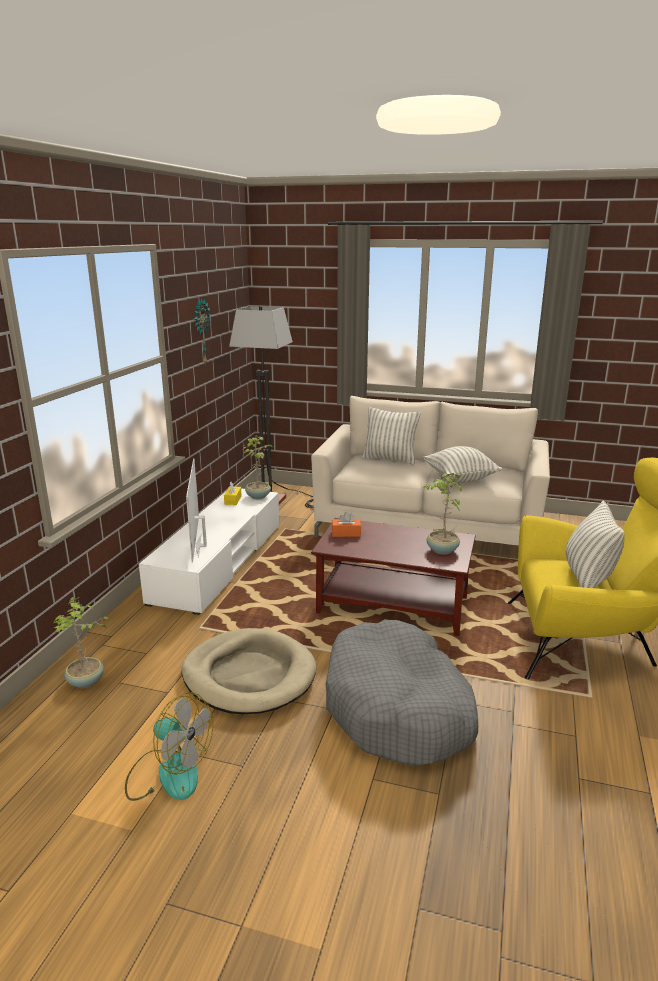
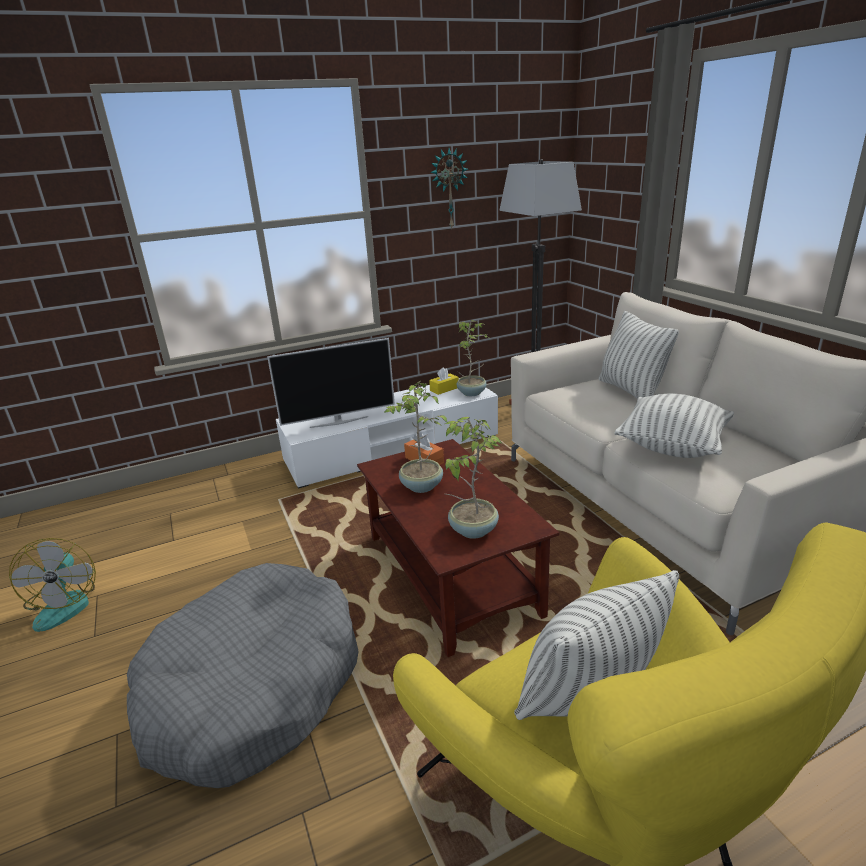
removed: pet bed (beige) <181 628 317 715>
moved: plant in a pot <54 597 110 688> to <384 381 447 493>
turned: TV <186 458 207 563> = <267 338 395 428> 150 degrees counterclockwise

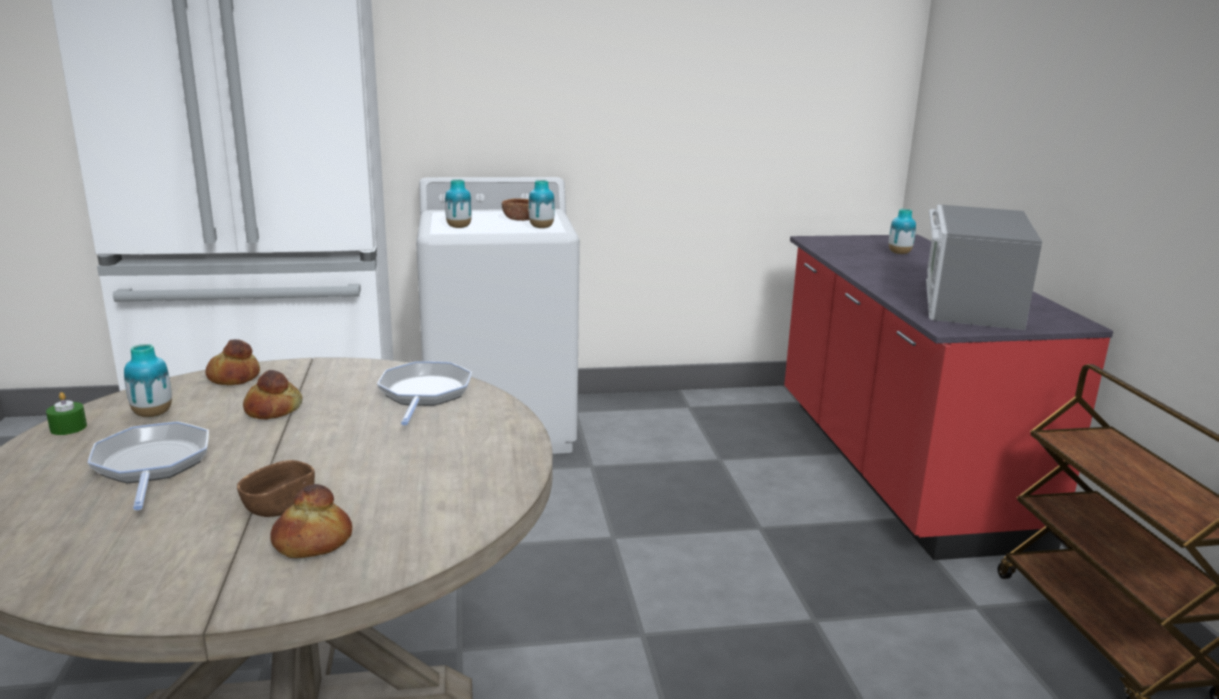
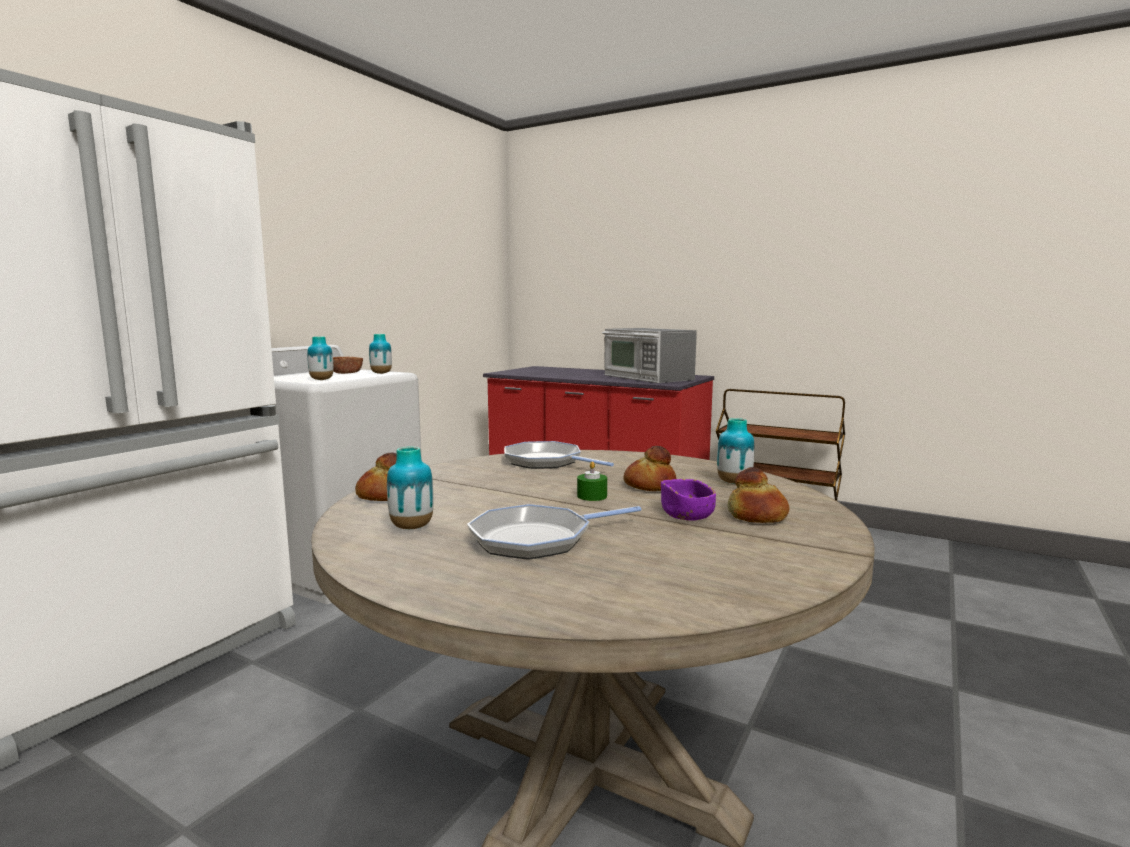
moved: wax candle (green) <46 392 87 435> to <577 461 607 501>; bakery bread <243 370 302 420> to <624 446 676 491>; decorative vase <889 209 916 254> to <717 418 754 484>
recoloured: serving bowl (brown) <237 460 315 517> to serving bowl (purplish) <661 479 716 521>
turned: skillet <87 421 209 510> = <467 504 642 560> 45 degrees counterclockwise

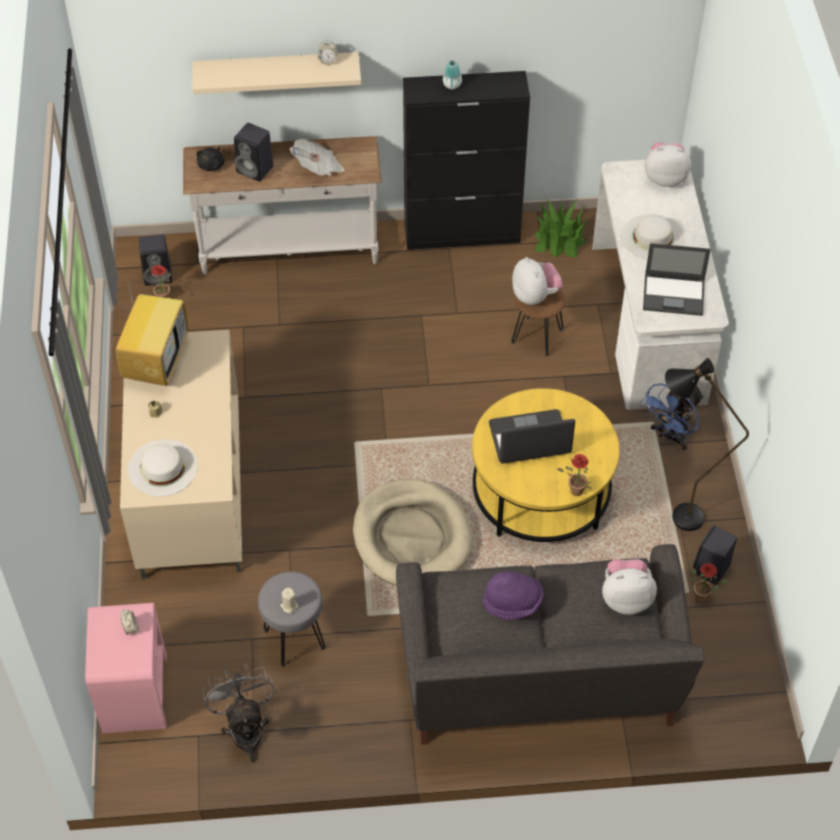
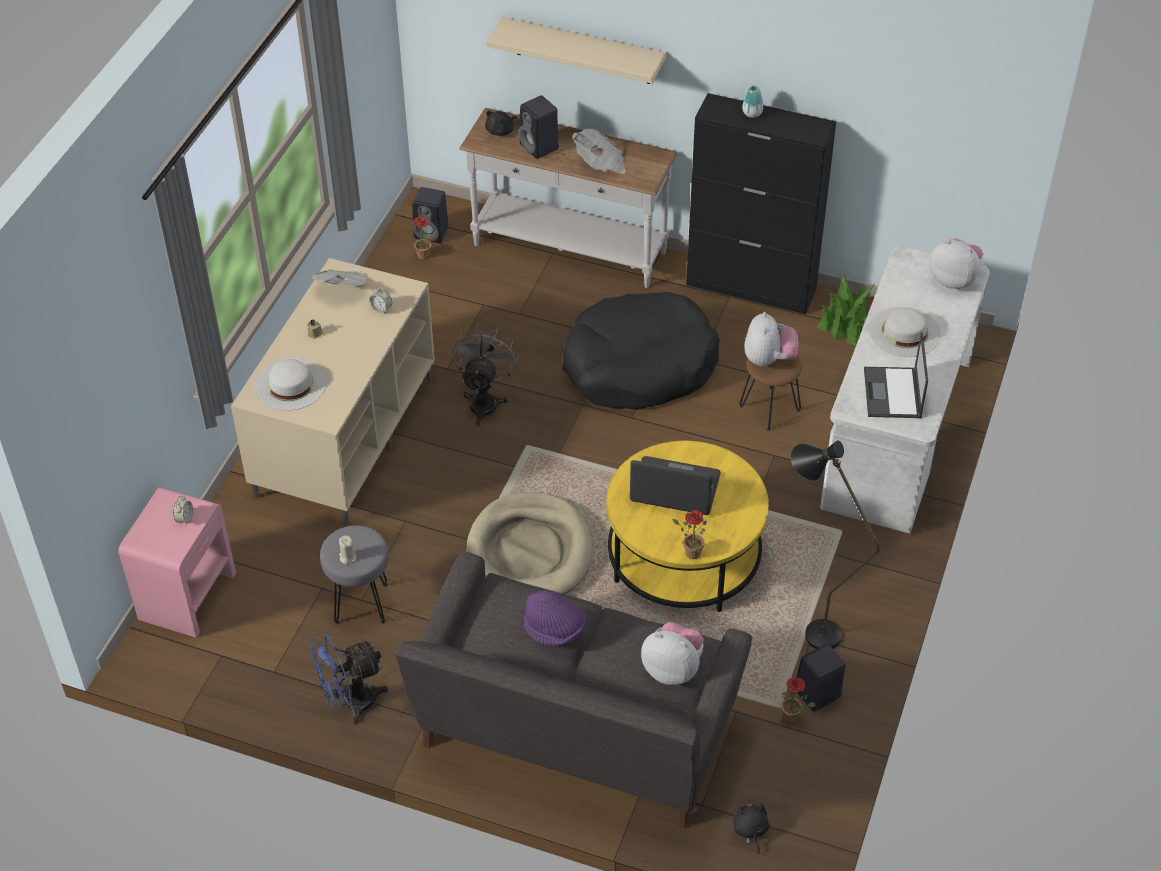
added: pet bed (black) <562 292 720 410>; cuddly toy (black) <734 799 770 854>
moved: electric fan (greyish) <202 664 274 762> to <452 325 519 426>; table clock <318 40 338 65> to <369 287 392 314>; electric fan (bluish) <640 383 704 450> to <309 634 388 724>
replaced: TV <116 272 189 386> to daily paper <311 270 369 286>
turned: portable computer <643 243 711 316> = <864 332 928 418> 60 degrees clockwise

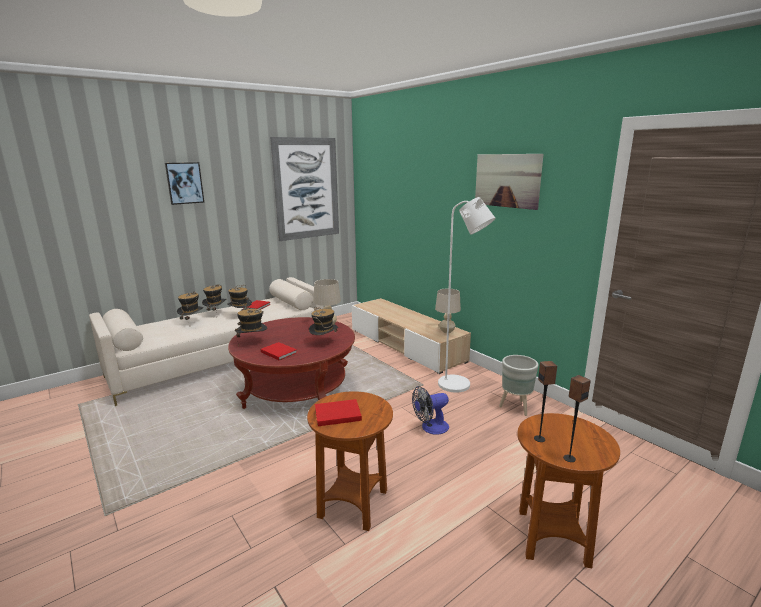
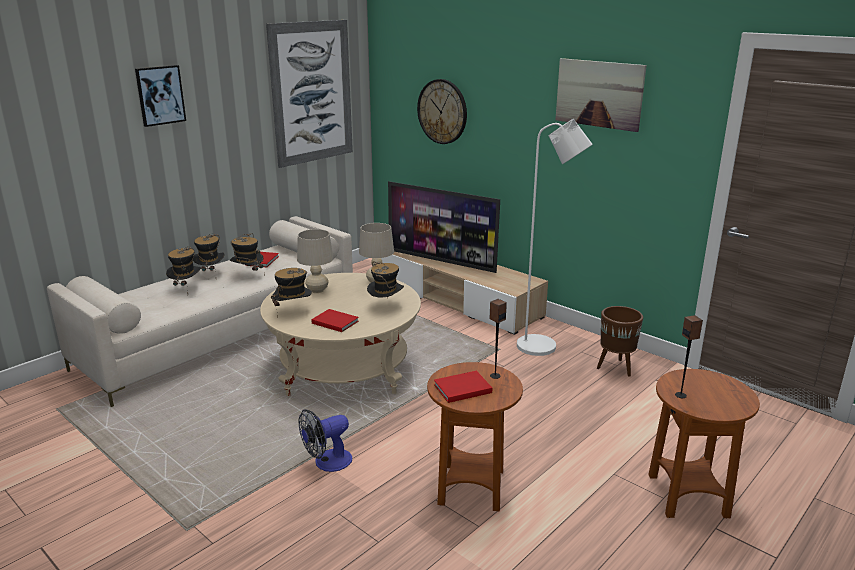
added: TV <388 181 500 273>; clock on the wall <417 79 467 144>
moved: electric fan <412 386 449 435> to <299 409 352 472>; table lamp (beige) <435 289 461 333> to <297 229 334 293>; speaker <563 375 591 462> to <490 299 507 379>
recoloured: low table (red-coloured) <228 317 355 409> to low table (beige) <260 273 421 396>; planter (greyish) <499 355 538 416> to planter (brown) <597 306 643 377>

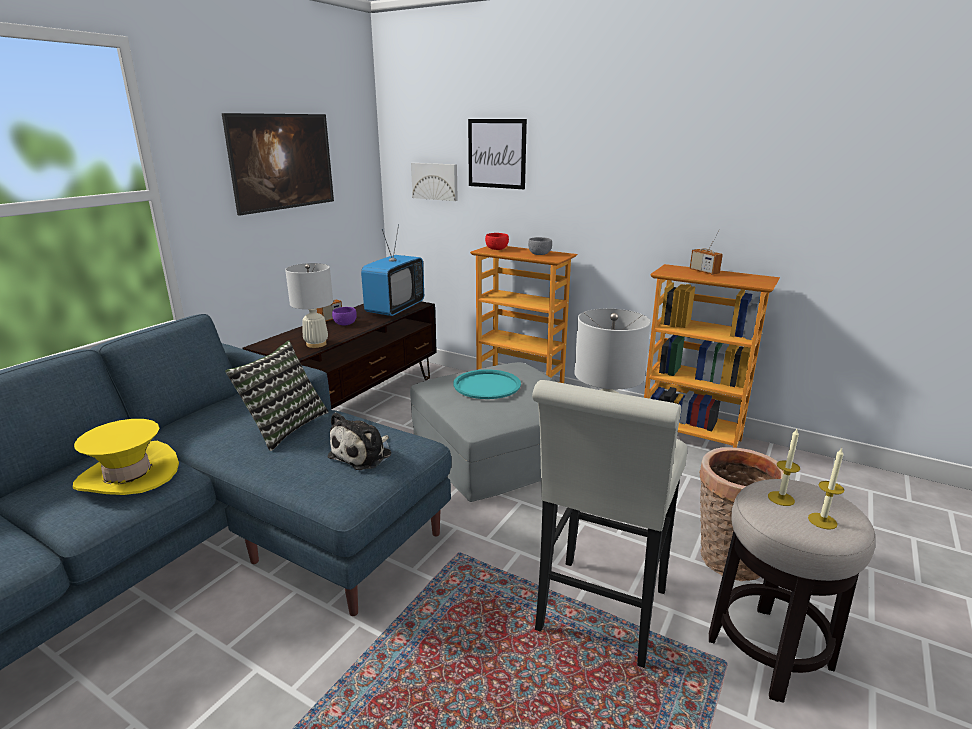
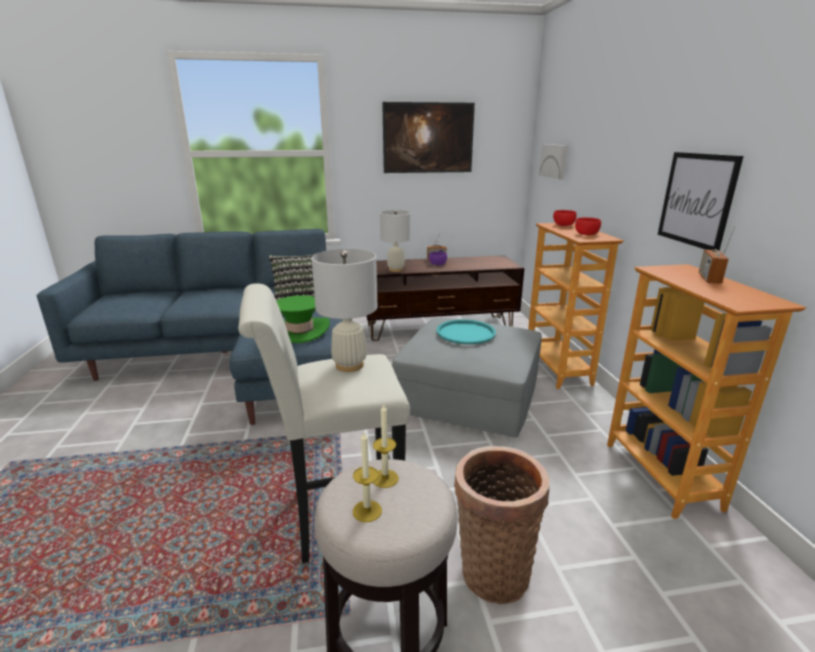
removed: clothing hat (yellow-coloured) <73 419 179 495>; TV <361 225 424 316>
moved: wall picture <468 119 527 189> to <658 152 743 250>
replaced: cuddly toy <327 412 391 470> to clothing hat (green) <277 295 330 343>
recoloured: serving bowl (greyish) <528 237 552 255> to serving bowl (red-coloured) <575 218 601 235>

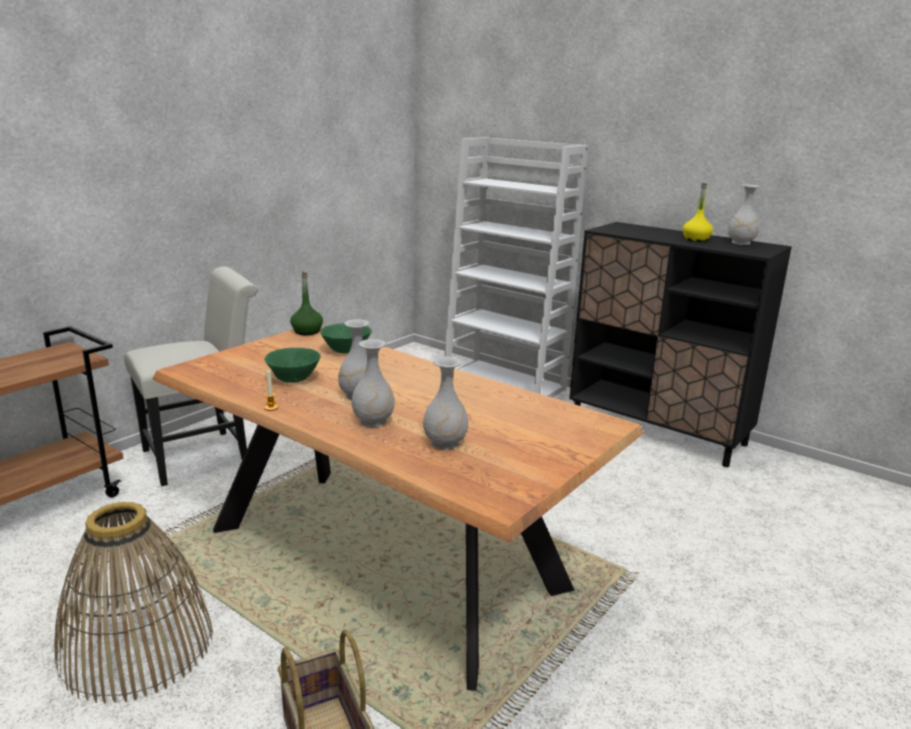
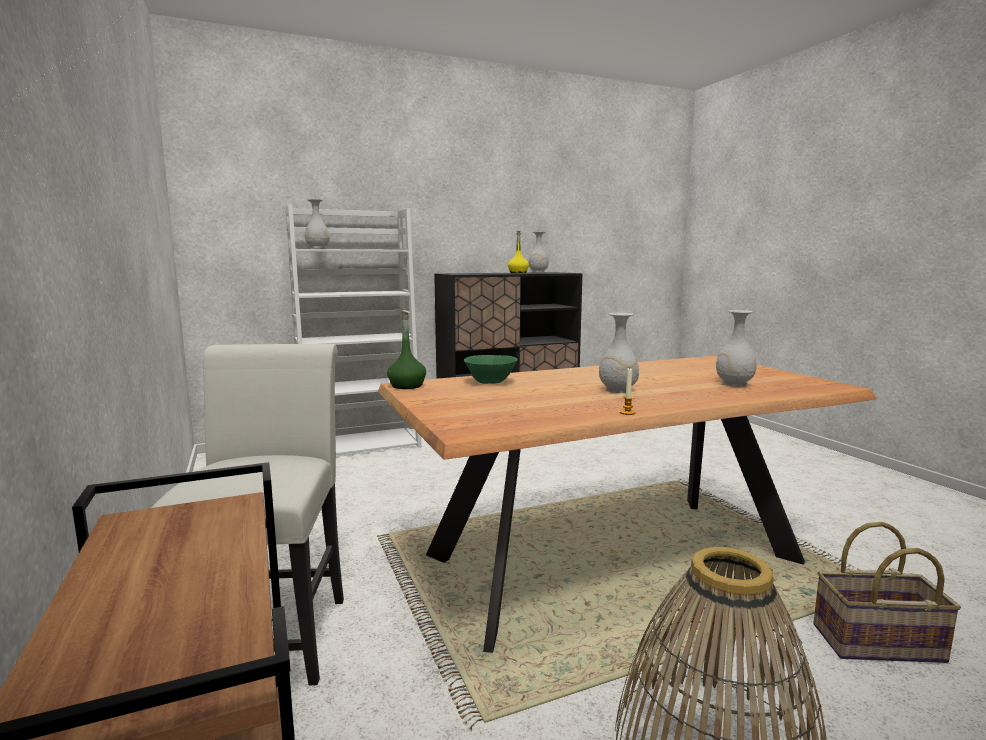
removed: serving bowl (green) <265 348 321 383>
moved: decorative vase (whitish) <352 339 395 427> to <305 199 330 249>

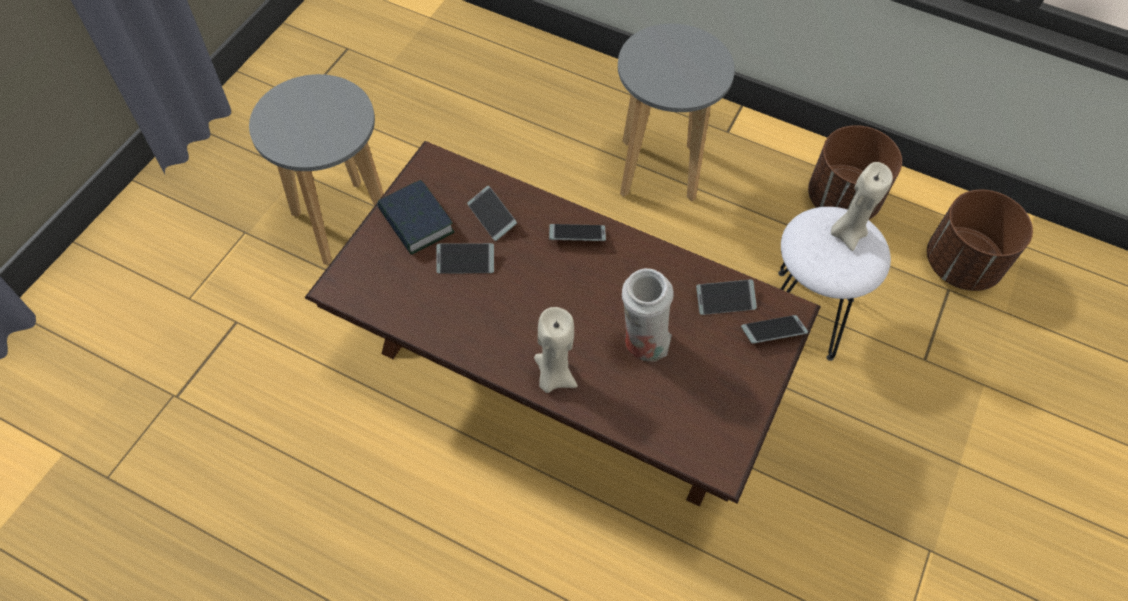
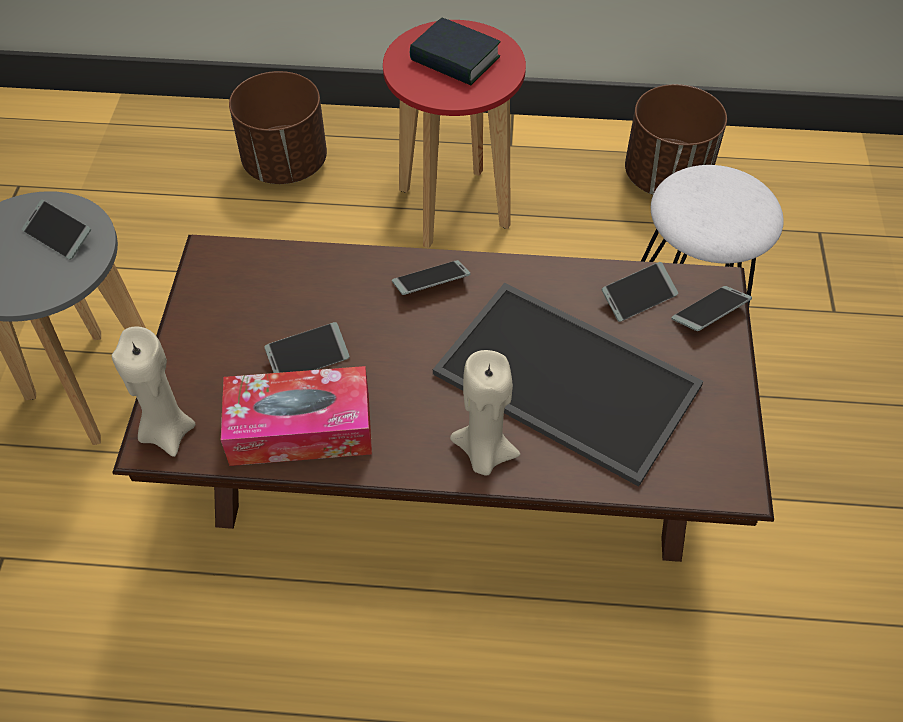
added: tissue holder <221 366 372 466>
moved: book <377 180 454 255> to <410 18 500 85>; phone <467 186 517 241> to <22 200 91 260>; wax candle (beige) <831 162 893 251> to <112 326 196 457>; planter (brown) <927 189 1033 291> to <229 71 327 184>
replaced: decorative vase (whitish) <622 268 674 362> to carrying tray <433 283 703 487>
recoloured: stool (greyish) <618 24 735 201> to stool (red-coloured) <383 20 526 248>

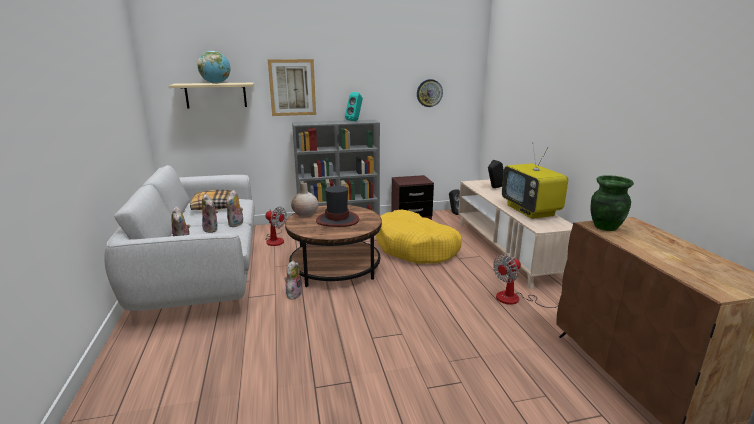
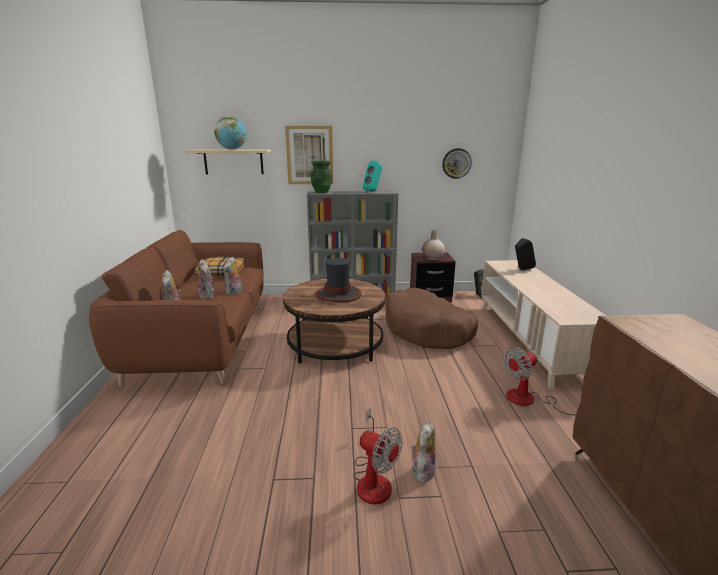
removed: TV <502 142 568 219>
moved: electric fan <265 207 287 246> to <353 408 403 504>; cuddly toy <284 260 302 300> to <411 423 436 483>; decorative vase (beige) <291 182 319 217> to <422 230 445 260>; decorative vase (green) <591 175 634 231> to <311 161 332 193>
recoloured: settee (greyish) <104 165 255 324> to settee (brown) <89 230 264 387>; pet bed (yellow-coloured) <376 210 462 264> to pet bed (brown) <385 288 478 349>

